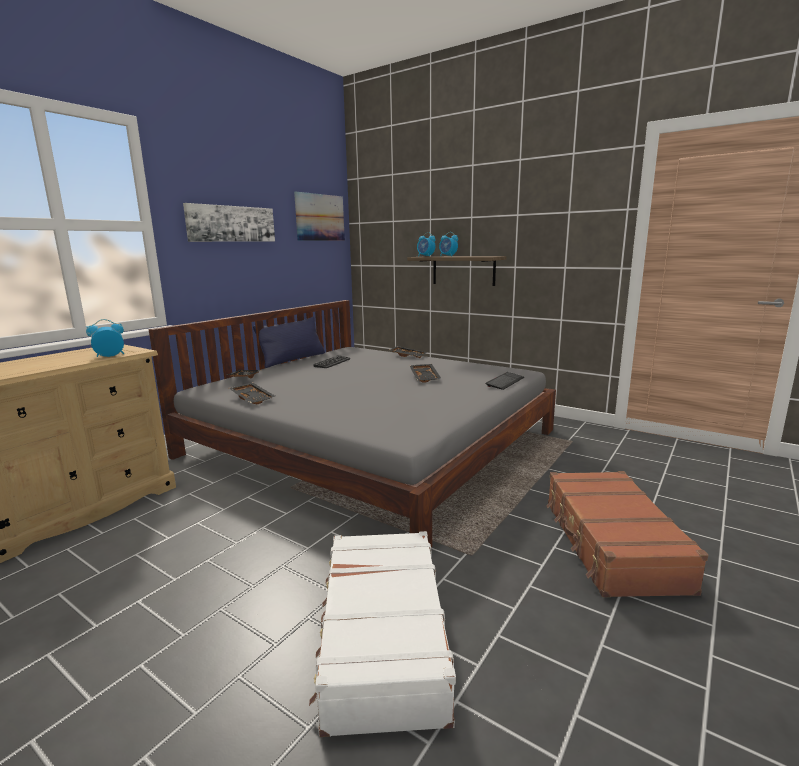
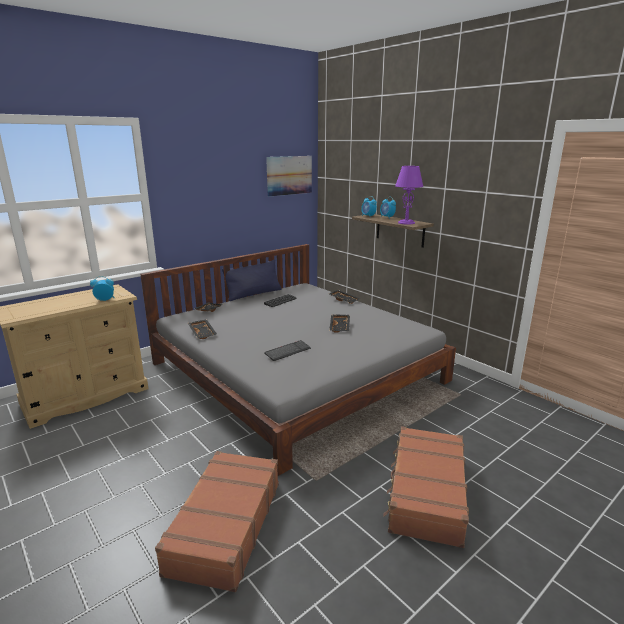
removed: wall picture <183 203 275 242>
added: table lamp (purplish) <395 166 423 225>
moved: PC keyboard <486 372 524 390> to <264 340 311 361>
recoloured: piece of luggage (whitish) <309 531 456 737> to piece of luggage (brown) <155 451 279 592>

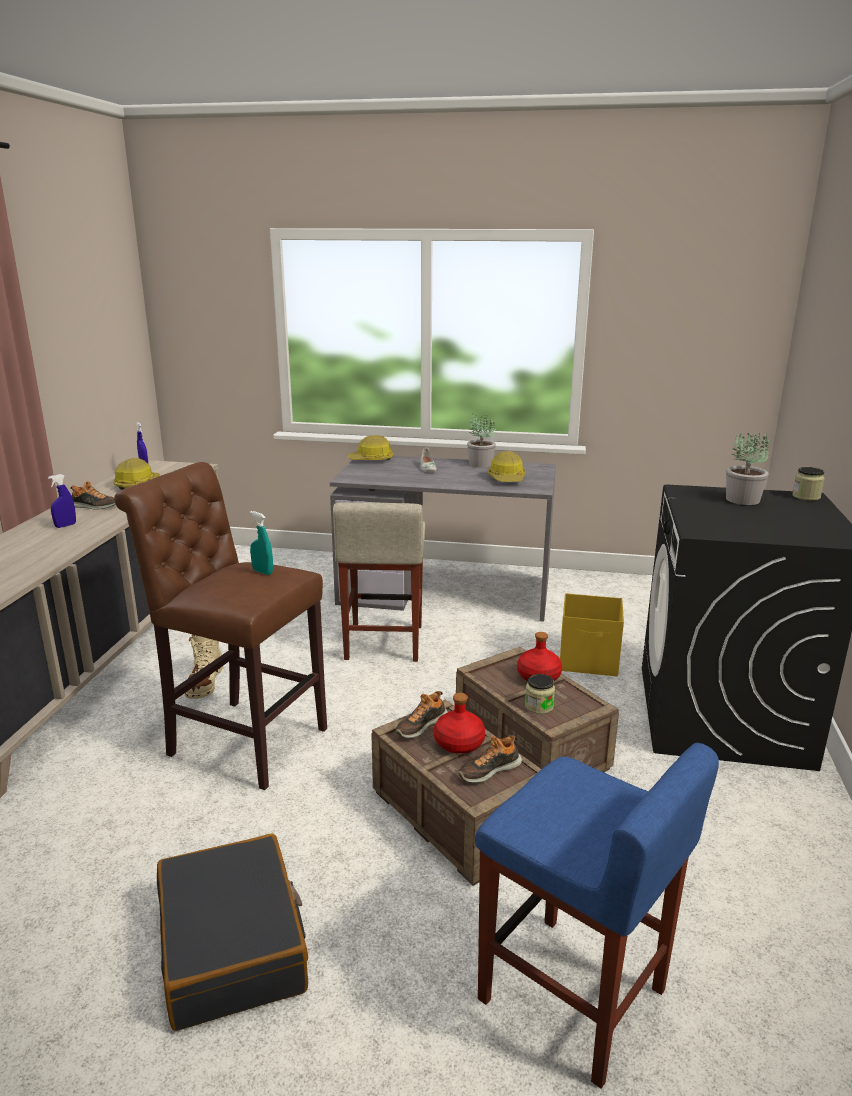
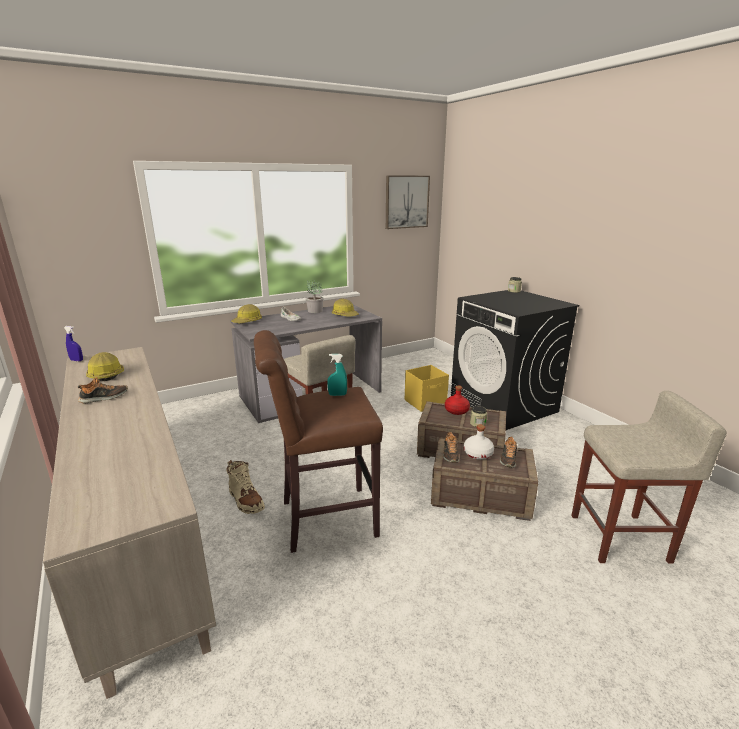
removed: spray bottle (bluish) <48 474 76 528>; piece of luggage (black) <157 834 308 1031>; plant in a pot <726 432 769 505>
added: wall picture <386 175 430 229>
recoloured: beverage bottle (red-coloured) <434 693 485 754> to beverage bottle (whitish) <464 425 494 460>; stool (bluish) <475 743 719 1089> to stool (beige) <572 390 727 563>

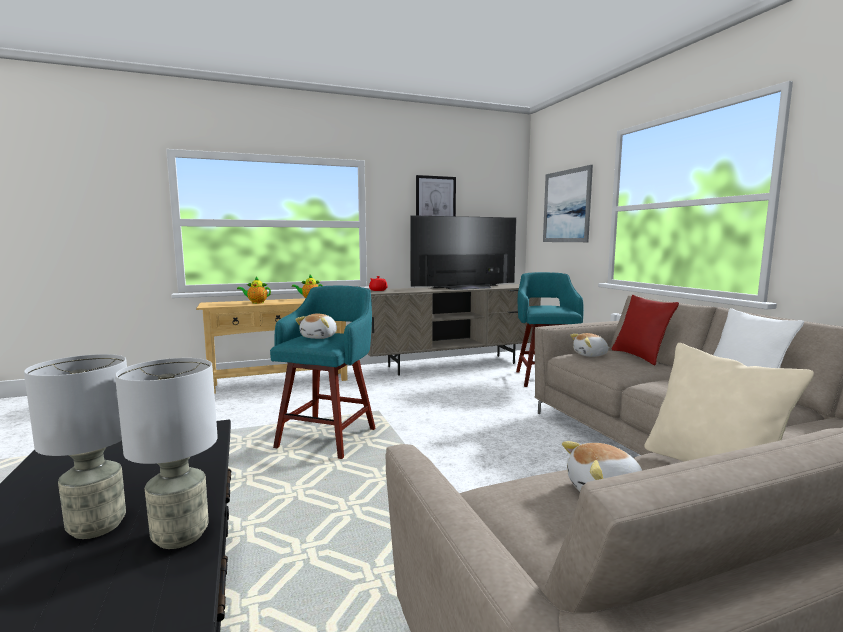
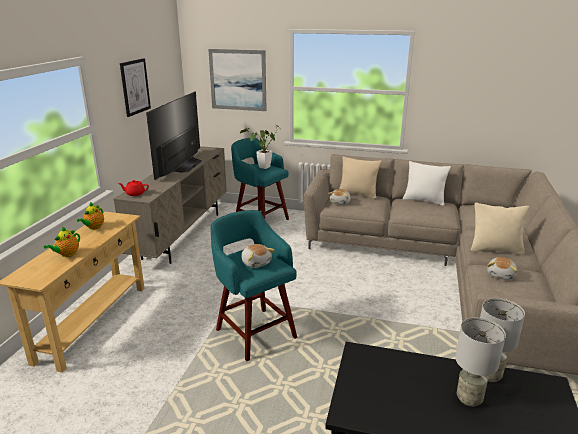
added: plant in a pot <240 124 280 169>
recoloured: cushion (red-coloured) <611 295 679 365> to cushion (beige) <339 156 382 199>

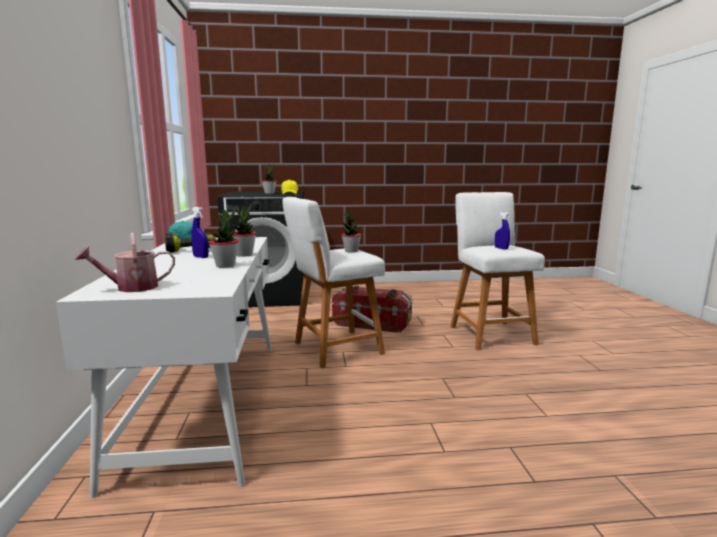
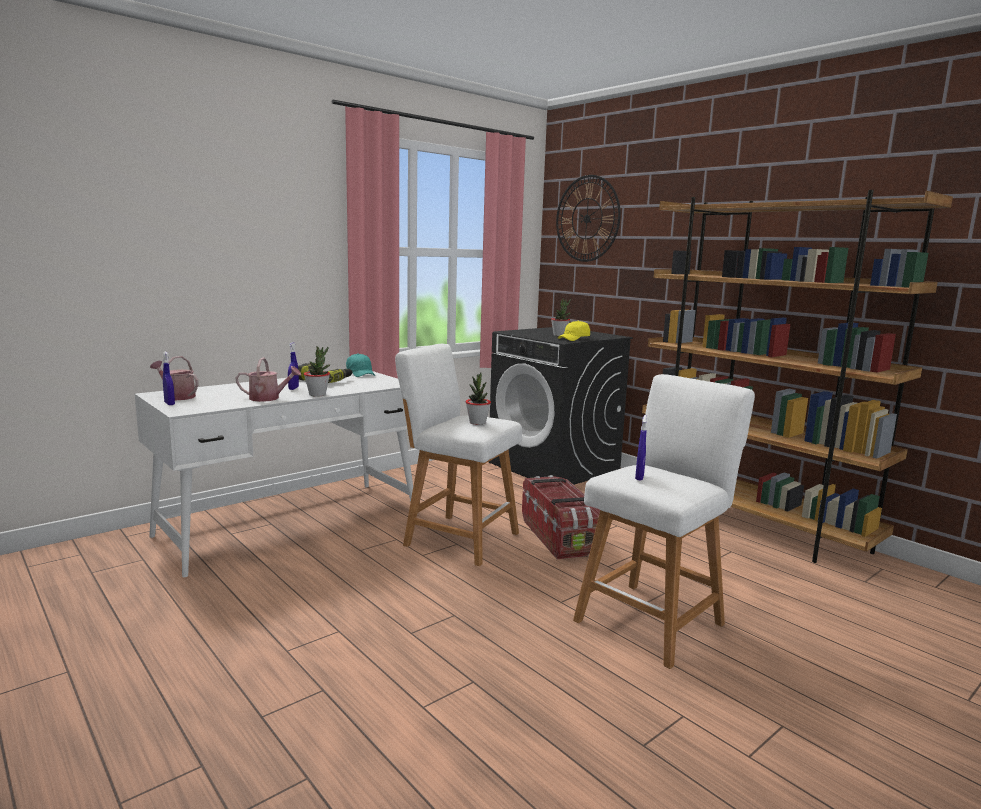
added: spray bottle (bluish) <163 352 175 405>; clock on the wall <556 175 621 262>; bookshelf (brown) <642 190 953 563>
replaced: plant in a pot <209 209 239 267> to sprinkling can <236 358 301 402>

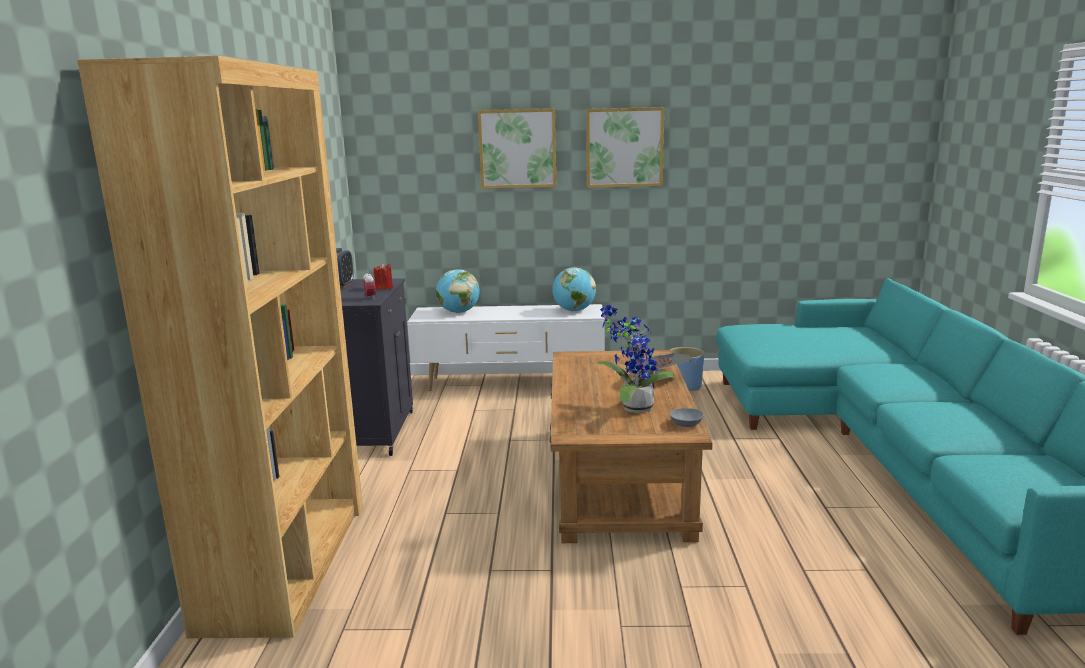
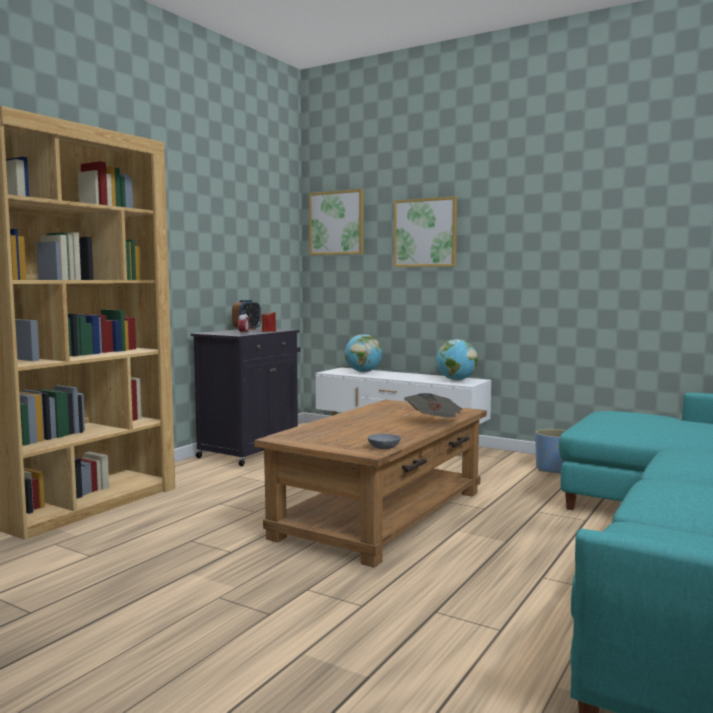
removed: plant in a pot <597 305 674 413>
moved: wall picture <586 107 664 188> to <309 189 364 255>

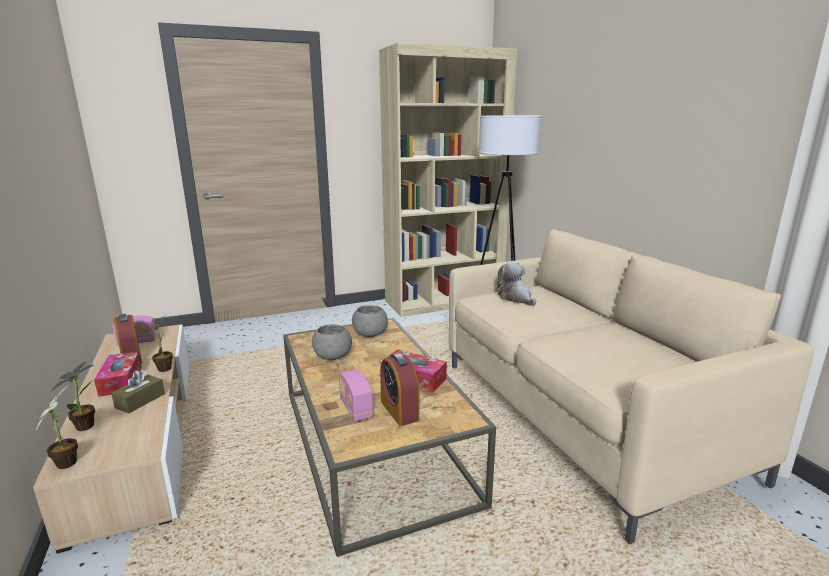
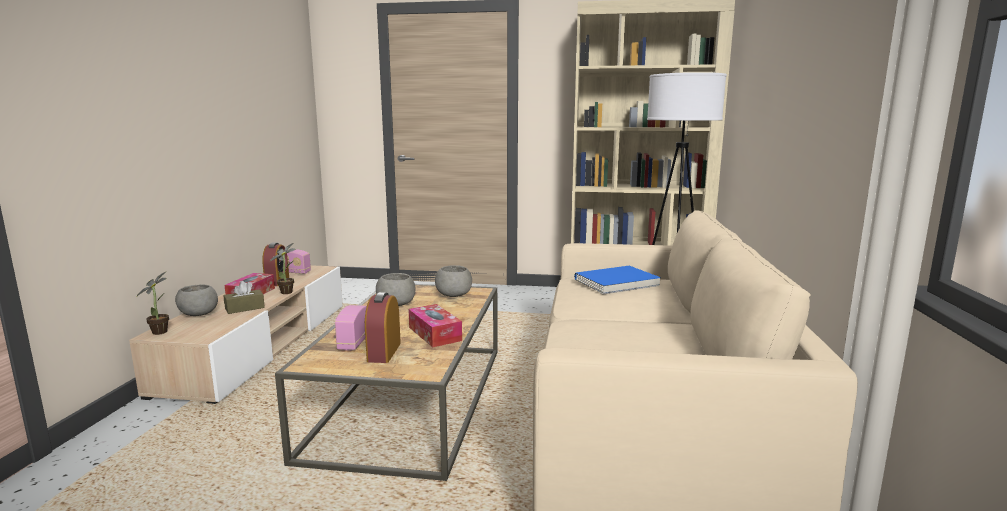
replaced: plant in a pot <51 361 95 431> to serving bowl (greyish) <175 284 218 316>; cuddly toy <497 262 536 306> to book (bluish) <574 266 661 294>

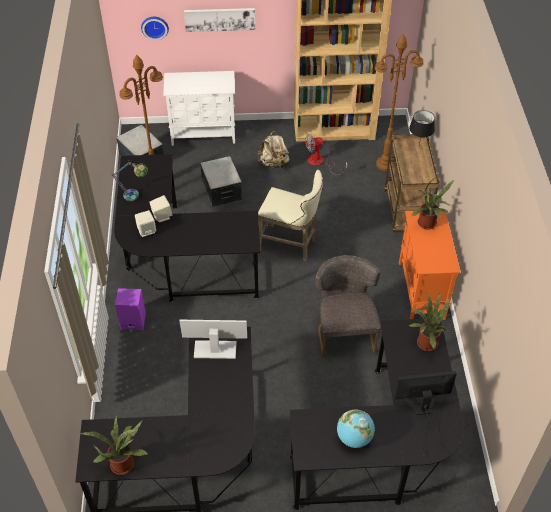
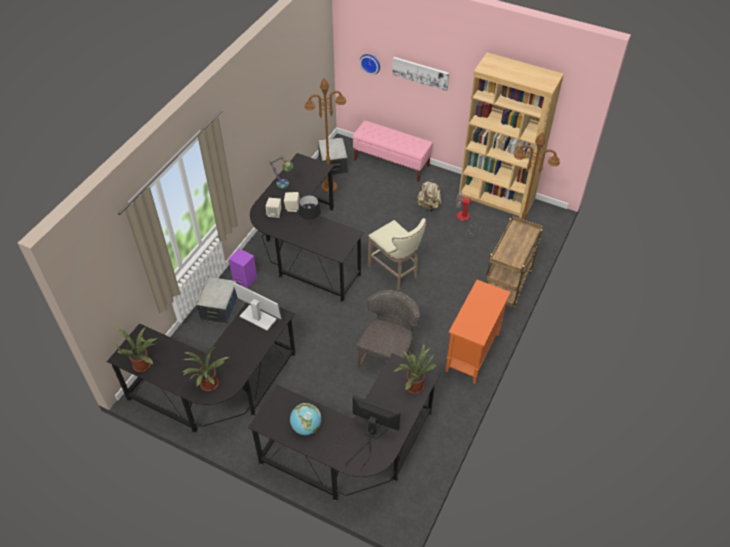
moved: storage box <200 156 242 208> to <196 277 238 324>; table lamp (black) <409 110 435 145> to <298 195 321 226>; plant in a pot <411 178 454 230> to <182 347 229 391>
replaced: cupboard (whitish) <163 71 235 146> to bench (pink) <353 121 433 182>

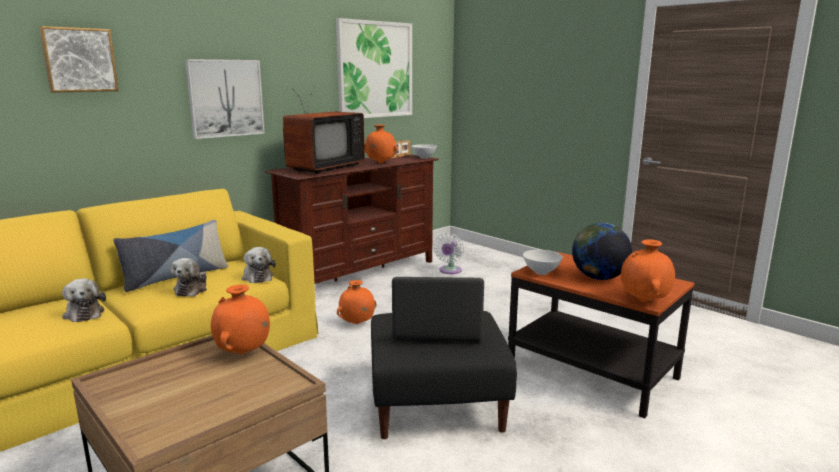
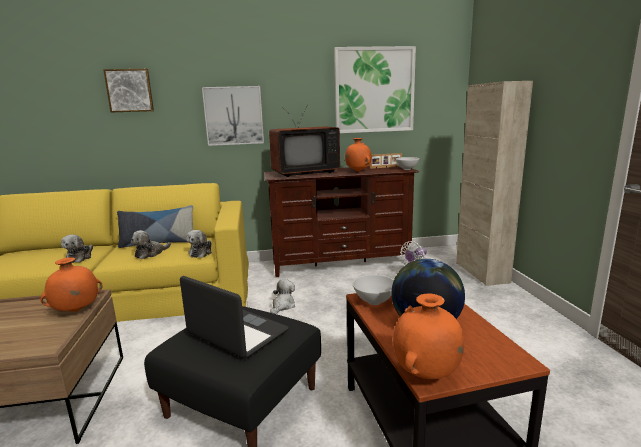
added: cupboard (beige) <456 81 533 286>
replaced: decorative vase (orange) <337 280 376 324> to cuddly toy <270 279 295 314>

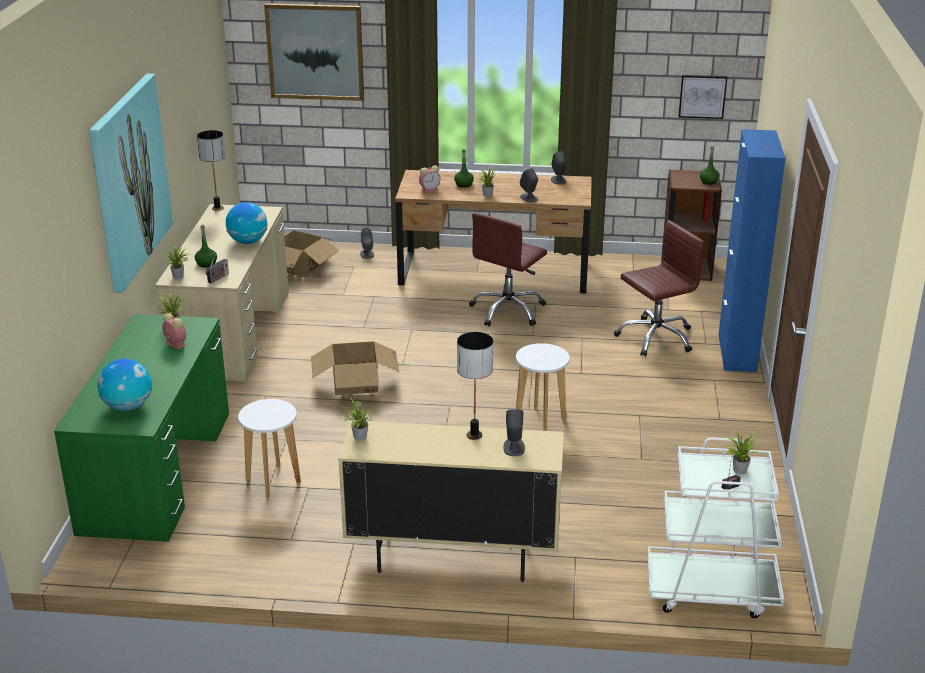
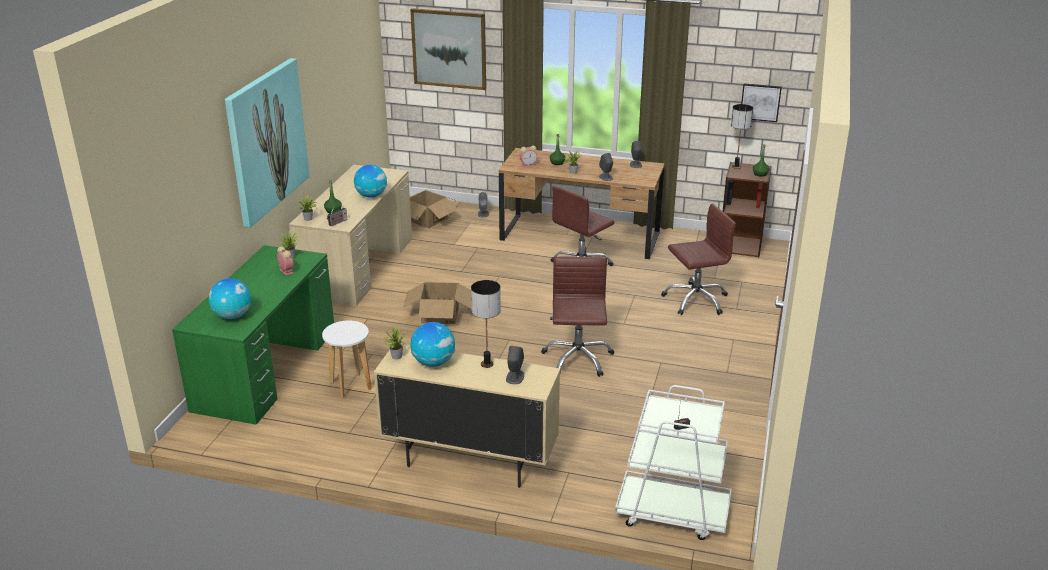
removed: cupboard (bluish) <718 129 786 372>; plant in a pot <725 429 759 474>
added: desk globe <411 322 455 367>
moved: table lamp <197 130 225 211> to <731 104 753 169>
replaced: stool (whitish) <516 343 569 431> to office chair (brown) <541 257 614 377>

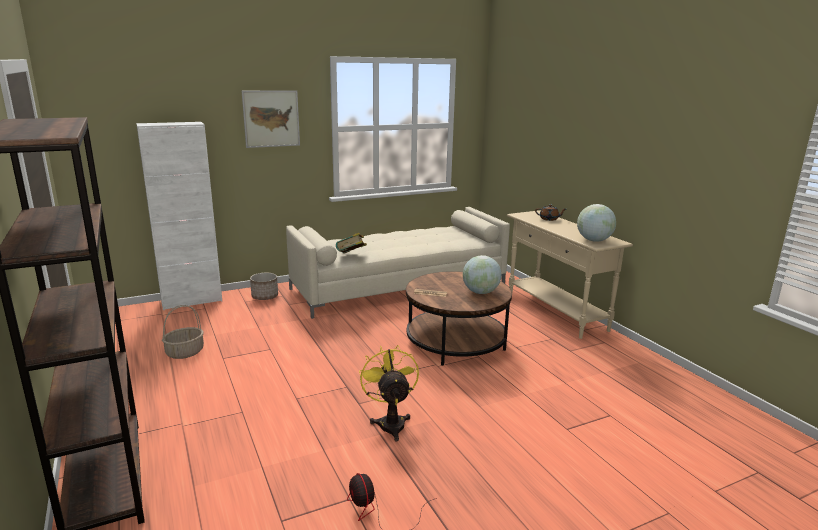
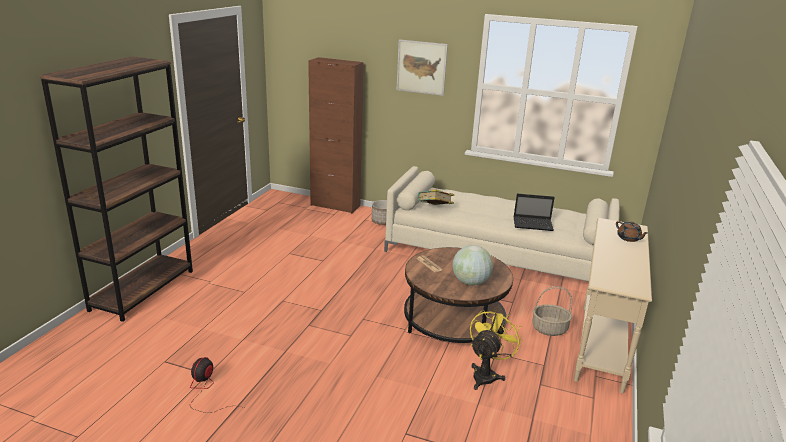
removed: desk globe <577 204 616 242>
added: portable computer <514 194 555 231>
moved: household basket <162 305 204 359> to <532 286 572 336>; electric fan (yellow-coloured) <359 345 419 442> to <470 307 523 390>
recoloured: cupboard (whitish) <136 122 222 310> to cupboard (brown) <308 57 364 213>

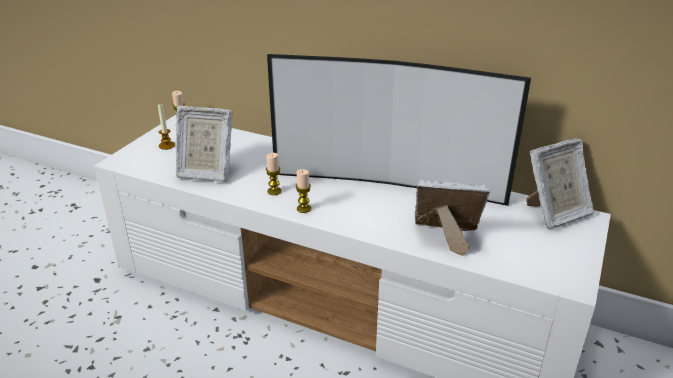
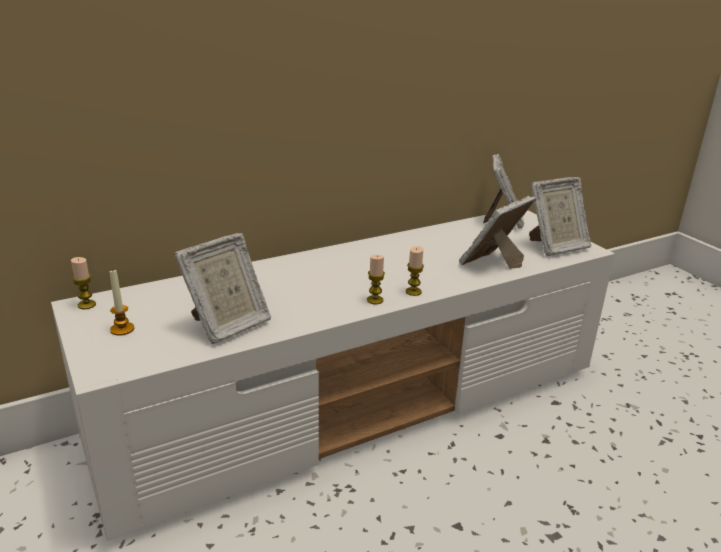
removed: TV <267 54 531 206>
added: picture frame <529 177 592 256>
moved: wax candle <266 153 282 195> to <406 246 424 296>

